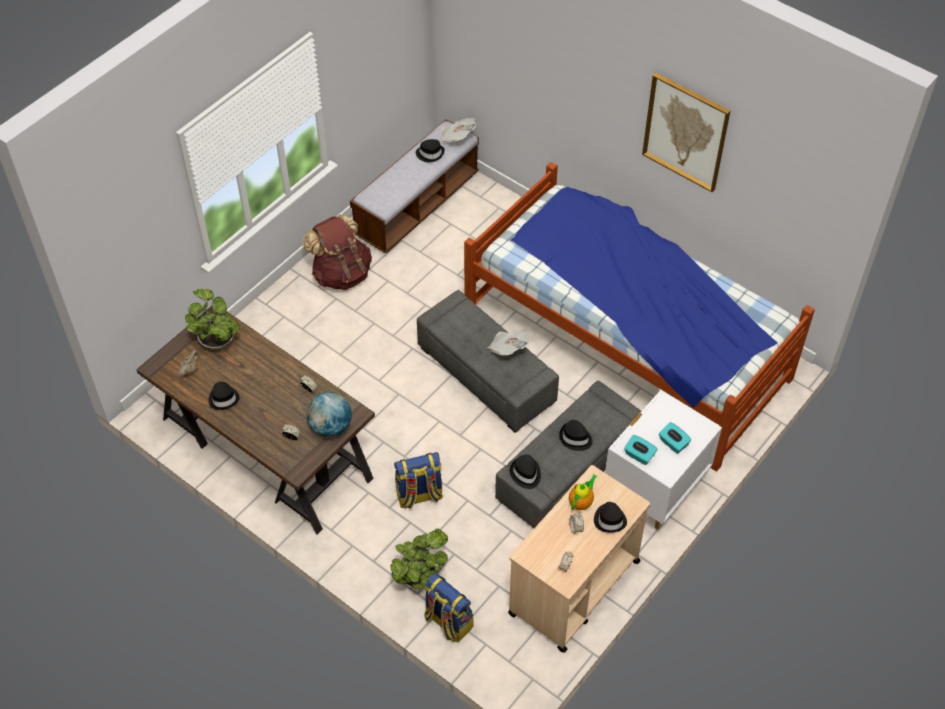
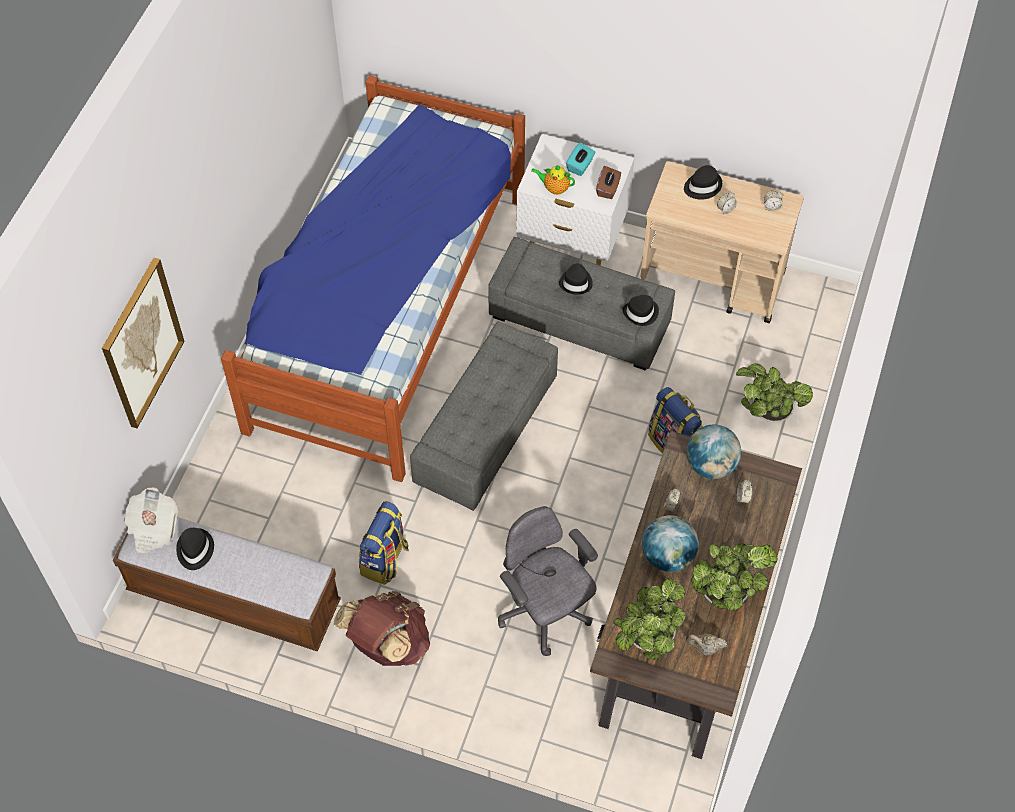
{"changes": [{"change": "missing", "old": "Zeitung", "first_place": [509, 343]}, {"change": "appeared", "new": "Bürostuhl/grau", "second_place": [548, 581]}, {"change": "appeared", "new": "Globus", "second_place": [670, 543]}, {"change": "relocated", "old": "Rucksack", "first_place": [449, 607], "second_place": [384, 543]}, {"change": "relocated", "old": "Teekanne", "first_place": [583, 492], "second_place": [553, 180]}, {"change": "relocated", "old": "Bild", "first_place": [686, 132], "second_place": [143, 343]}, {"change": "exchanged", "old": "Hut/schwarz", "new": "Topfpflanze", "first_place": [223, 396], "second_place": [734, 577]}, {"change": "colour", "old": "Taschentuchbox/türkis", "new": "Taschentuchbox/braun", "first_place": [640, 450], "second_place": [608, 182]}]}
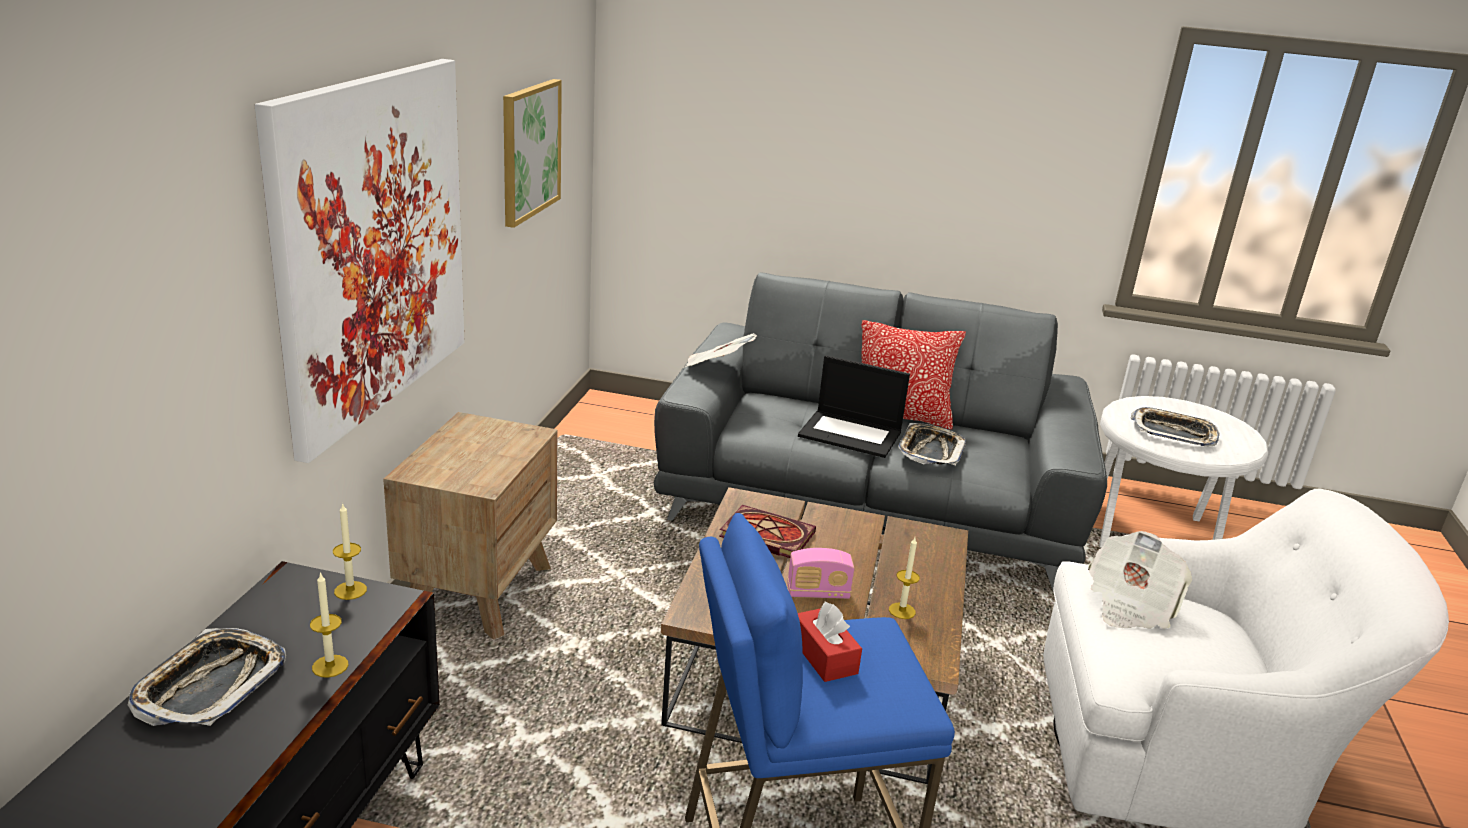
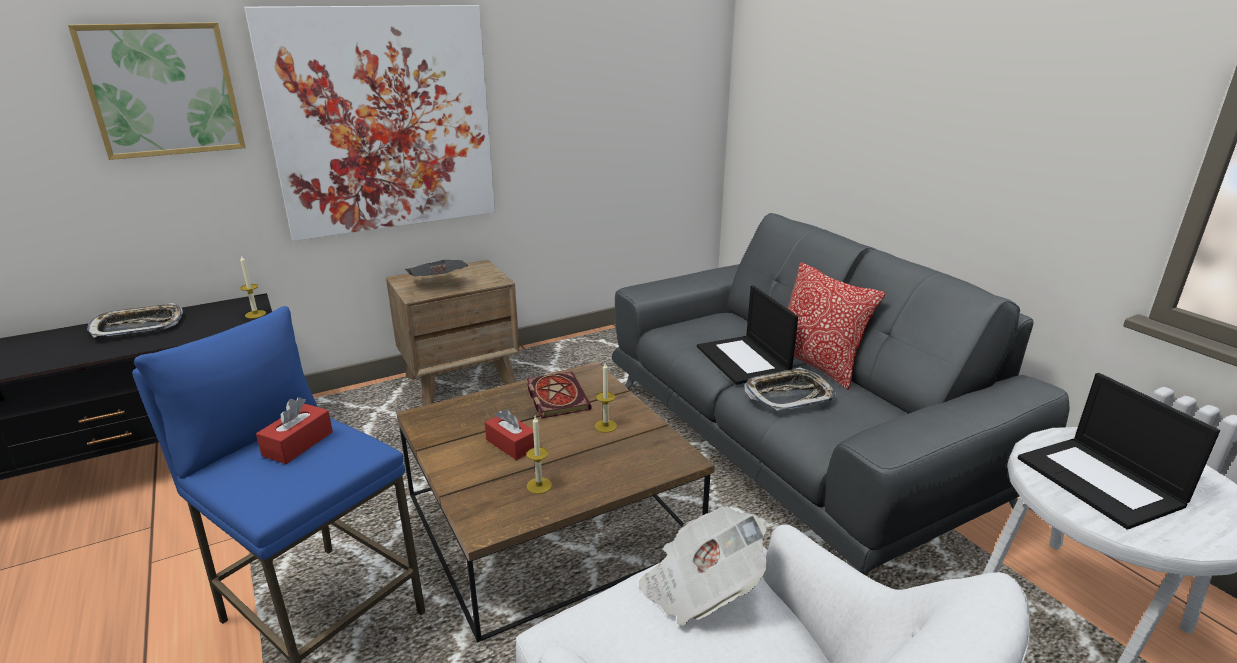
{"changes": [{"change": "relocated", "old": "Kerze", "first_place": [329, 625], "second_place": [606, 398]}, {"change": "relocated", "old": "Bild", "first_place": [532, 153], "second_place": [157, 91]}, {"change": "relocated", "old": "Zeitung", "first_place": [721, 350], "second_place": [436, 268]}, {"change": "exchanged", "old": "Radio", "new": "Taschentuchbox/rot", "first_place": [820, 573], "second_place": [509, 434]}, {"change": "exchanged", "old": "Tablett", "new": "Laptop", "first_place": [1174, 427], "second_place": [1119, 451]}]}
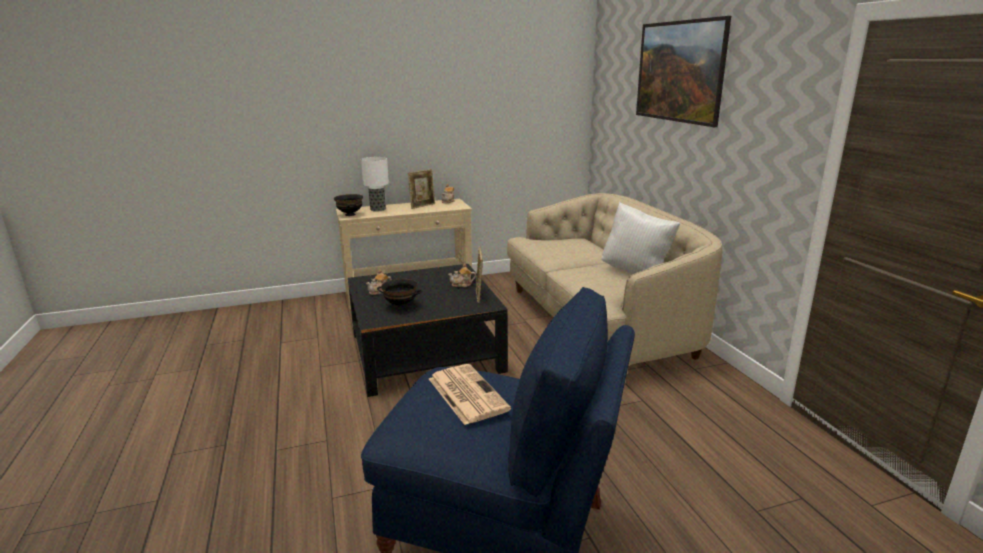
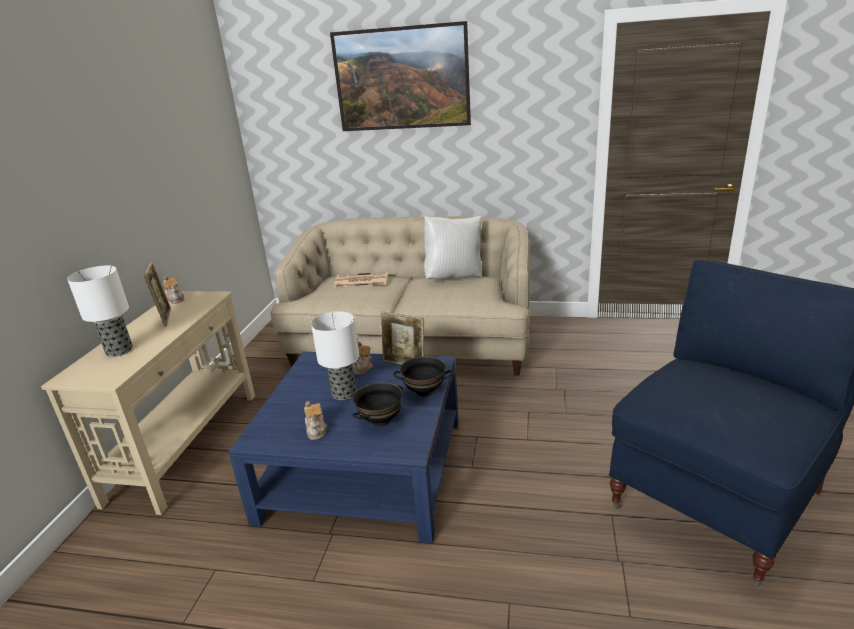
{"changes": [{"change": "appeared", "new": "Tischlampe", "second_place": [335, 355]}, {"change": "relocated", "old": "Schüssel/schwarz", "first_place": [348, 205], "second_place": [423, 376]}, {"change": "relocated", "old": "Zeitung", "first_place": [470, 394], "second_place": [361, 280]}, {"change": "colour", "old": "Couchtisch/schwarz", "new": "Couchtisch/blau", "first_place": [428, 330], "second_place": [343, 447]}]}
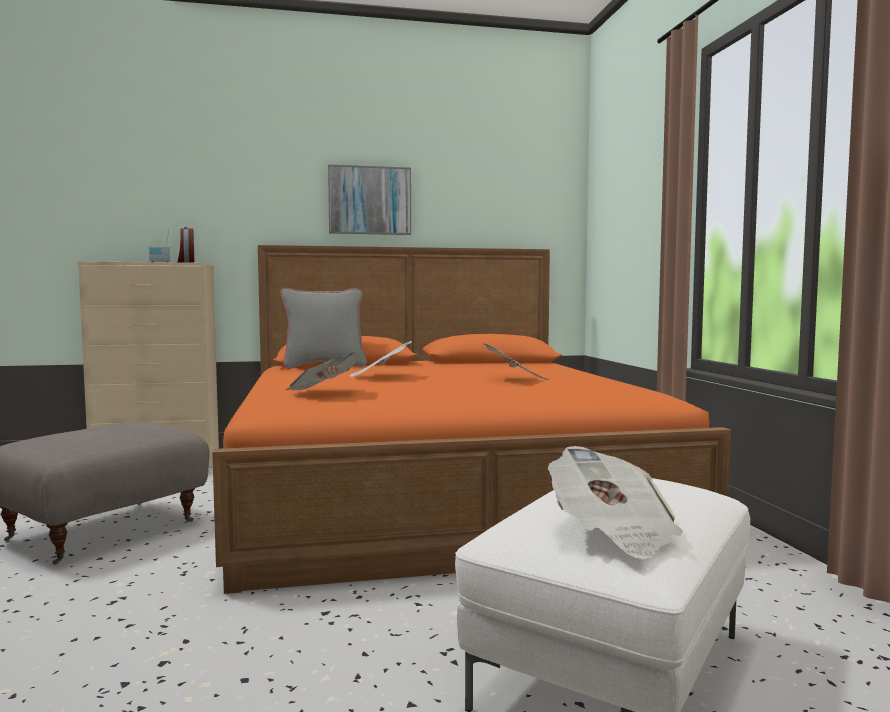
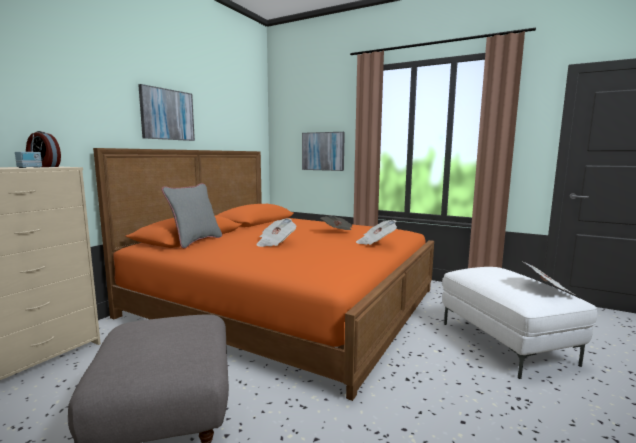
{"changes": [{"change": "appeared", "new": "Bild", "second_place": [323, 151]}, {"change": "relocated", "old": "Zeitung", "first_place": [323, 371], "second_place": [376, 232]}]}
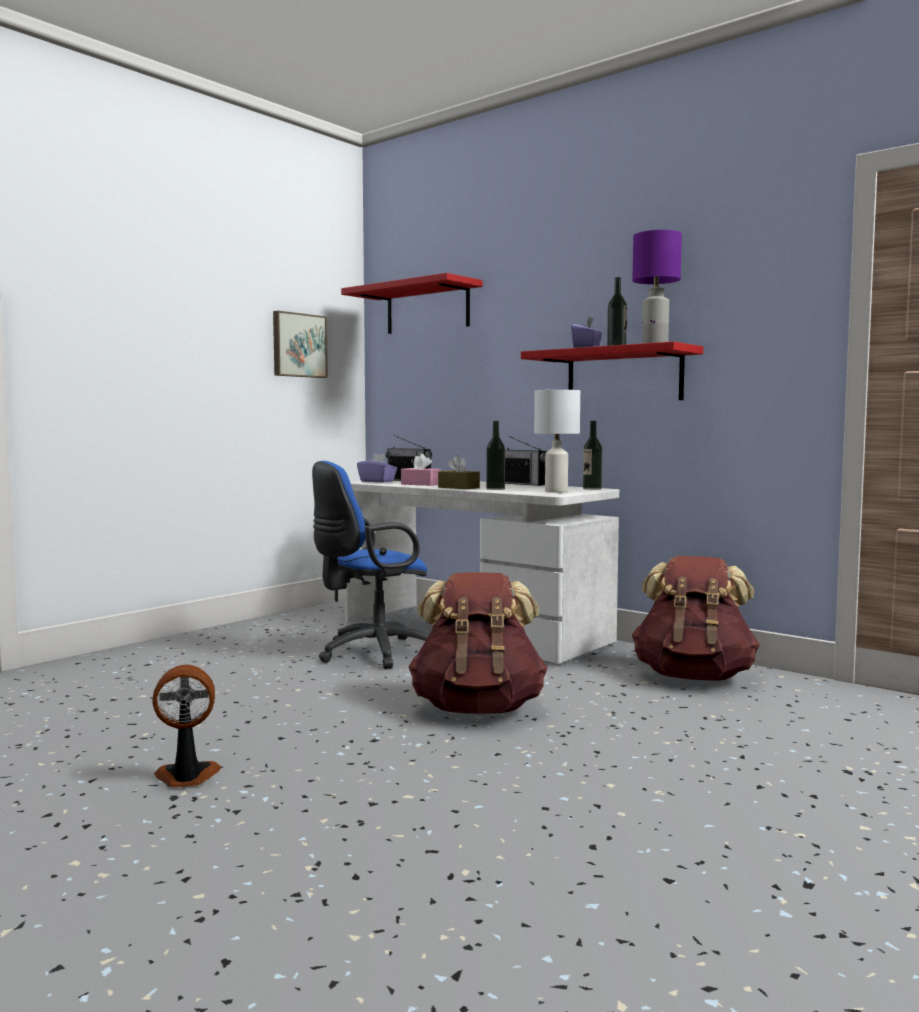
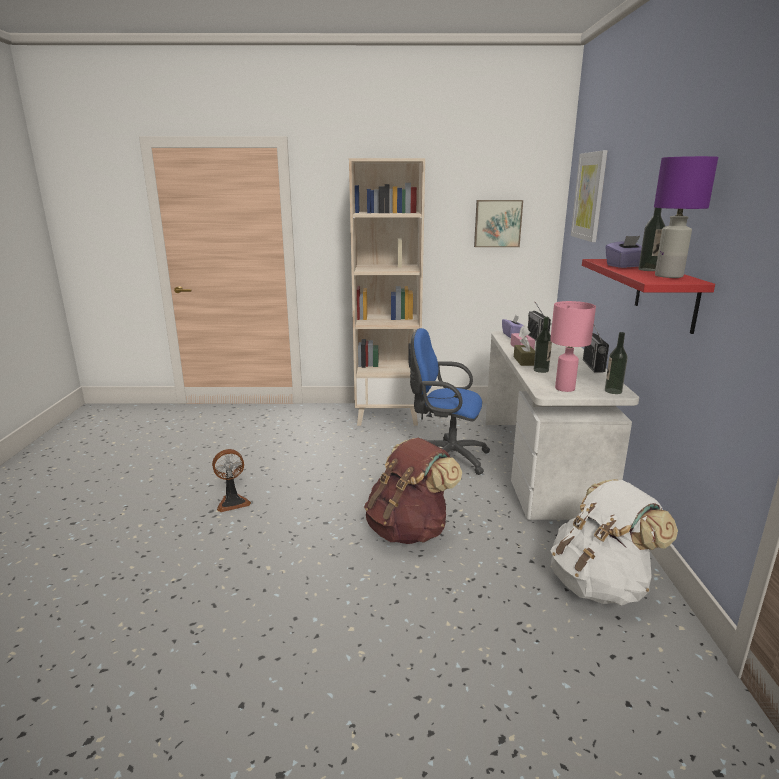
{"changes": [{"change": "appeared", "new": "Bücherregal/beige", "second_place": [387, 292]}, {"change": "exchanged", "old": "Wandregal/rot", "new": "Bild", "first_place": [411, 303], "second_place": [589, 196]}, {"change": "colour", "old": "Tischlampe/weiß", "new": "Tischlampe/rosa", "first_place": [557, 441], "second_place": [573, 346]}, {"change": "colour", "old": "Rucksack/braun", "new": "Rucksack/weiß", "first_place": [696, 618], "second_place": [614, 542]}, {"change": "spun", "old": "Ventilator", "first_place": [186, 726], "second_place": [231, 480], "degrees": 120}]}
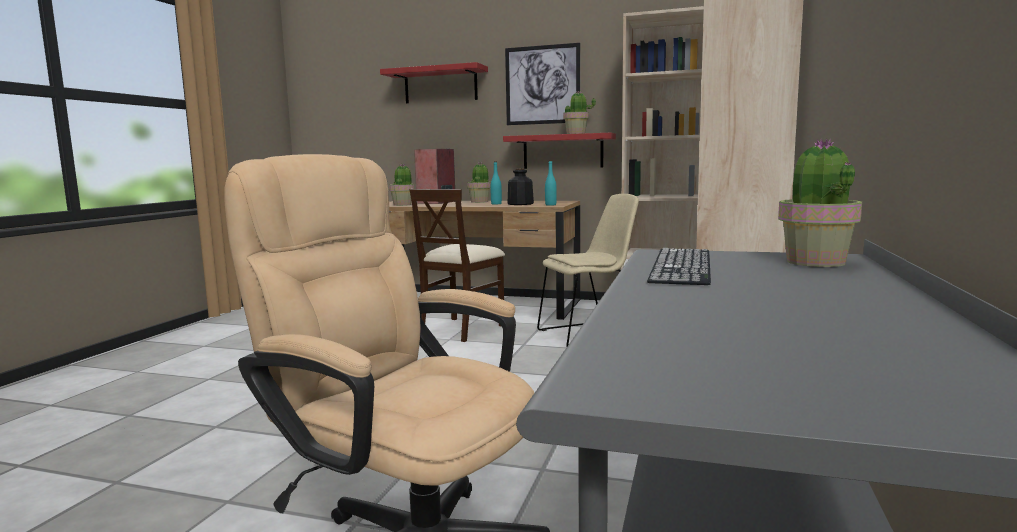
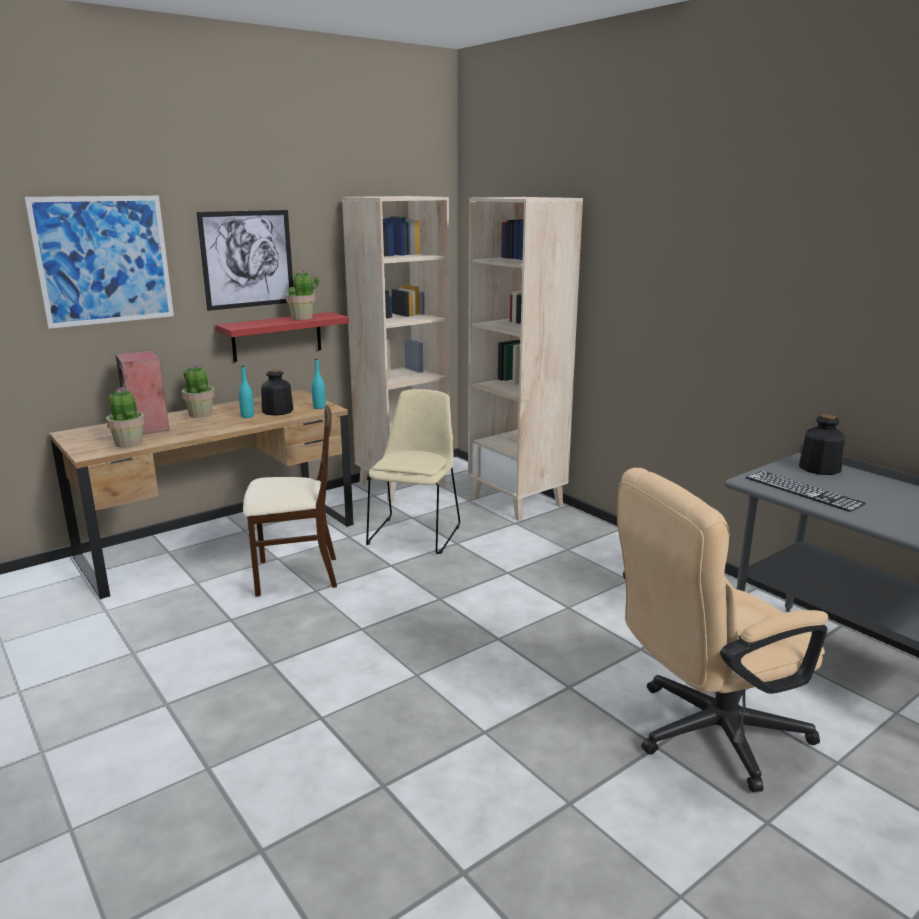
{"changes": [{"change": "exchanged", "old": "Wandregal/rot", "new": "Bild", "first_place": [434, 83], "second_place": [99, 262]}, {"change": "exchanged", "old": "Topfpflanze", "new": "Flasche", "first_place": [820, 203], "second_place": [822, 444]}, {"change": "spun", "old": "Stuhl/beige", "first_place": [457, 265], "second_place": [290, 501], "degrees": -75}]}
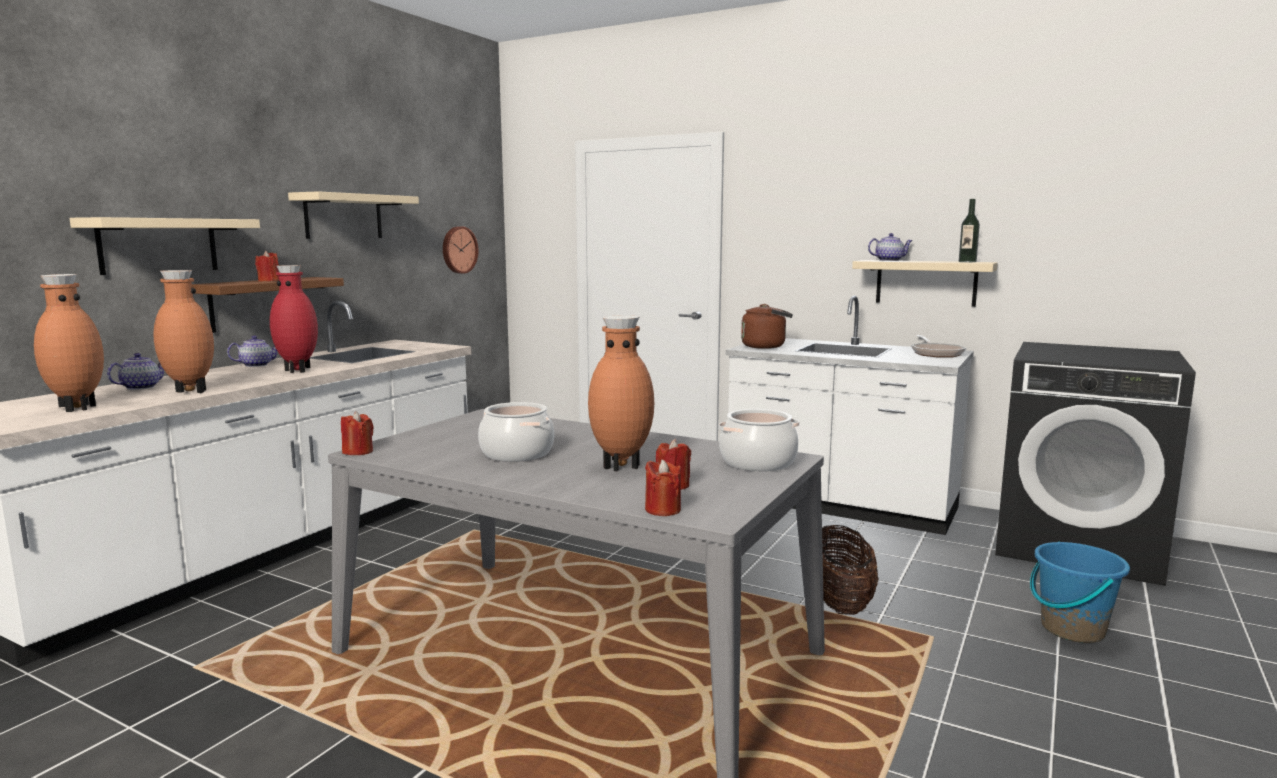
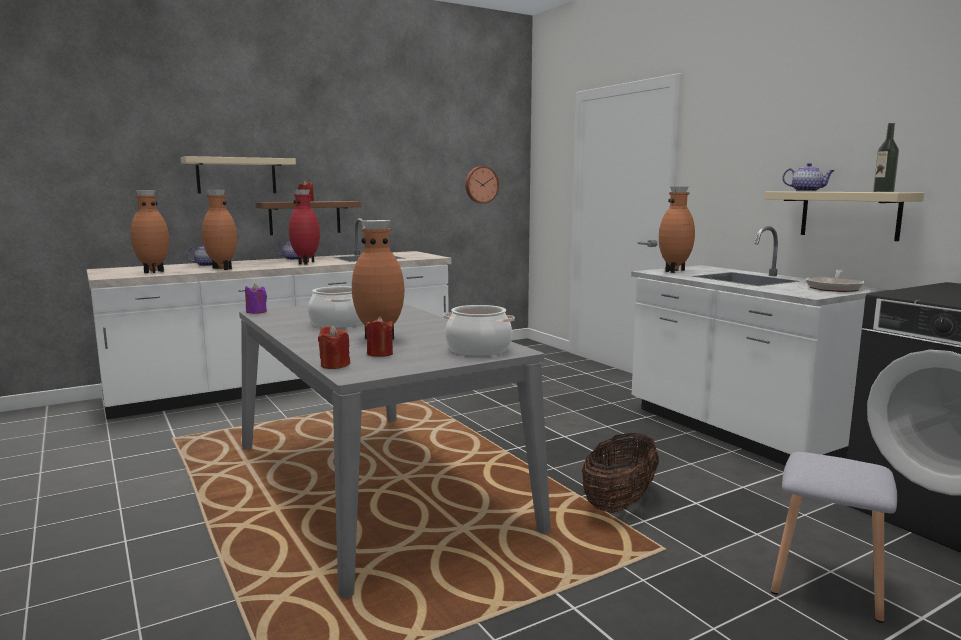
{"changes": [{"change": "missing", "old": "Wandregal/beige", "first_place": [353, 215]}, {"change": "exchanged", "old": "Wasserkessel/braun", "new": "Vase/braun", "first_place": [767, 326], "second_place": [677, 230]}, {"change": "exchanged", "old": "Eimer/blau", "new": "Hocker/grau", "first_place": [1080, 592], "second_place": [834, 537]}, {"change": "colour", "old": "Kerze/rot", "new": "Kerze/lila", "first_place": [357, 433], "second_place": [256, 298]}]}
